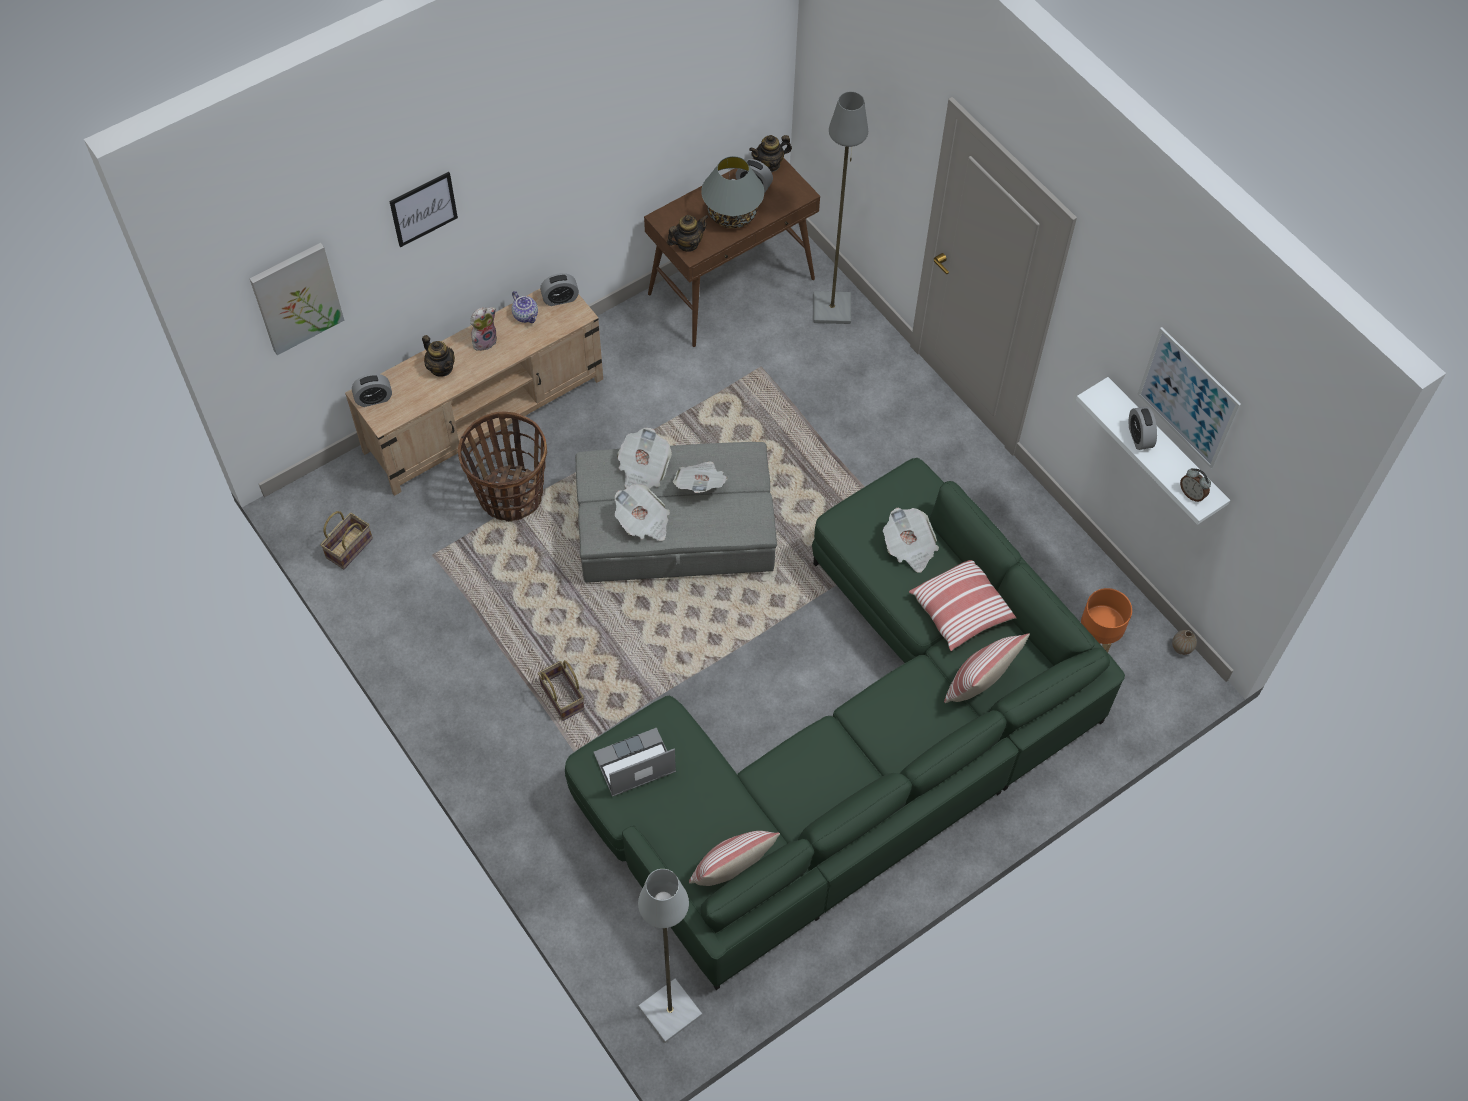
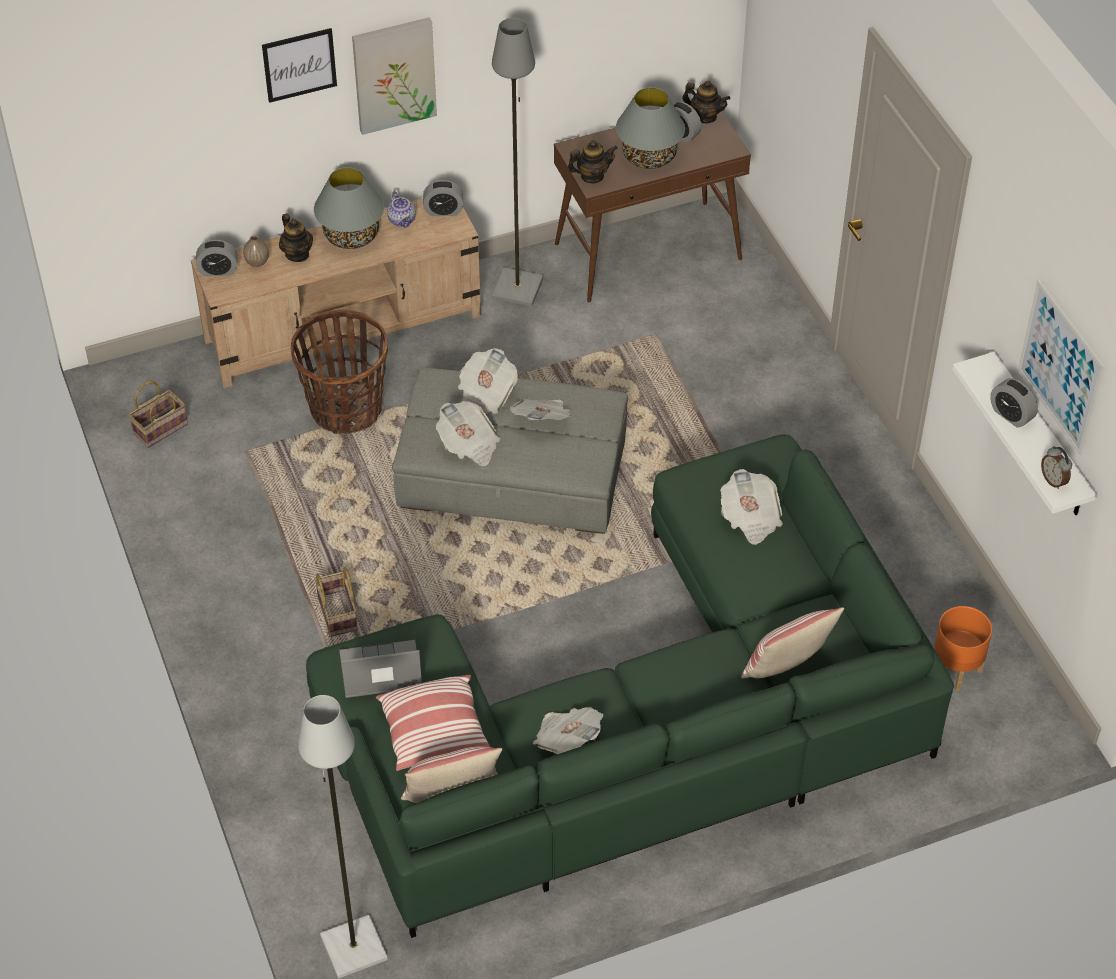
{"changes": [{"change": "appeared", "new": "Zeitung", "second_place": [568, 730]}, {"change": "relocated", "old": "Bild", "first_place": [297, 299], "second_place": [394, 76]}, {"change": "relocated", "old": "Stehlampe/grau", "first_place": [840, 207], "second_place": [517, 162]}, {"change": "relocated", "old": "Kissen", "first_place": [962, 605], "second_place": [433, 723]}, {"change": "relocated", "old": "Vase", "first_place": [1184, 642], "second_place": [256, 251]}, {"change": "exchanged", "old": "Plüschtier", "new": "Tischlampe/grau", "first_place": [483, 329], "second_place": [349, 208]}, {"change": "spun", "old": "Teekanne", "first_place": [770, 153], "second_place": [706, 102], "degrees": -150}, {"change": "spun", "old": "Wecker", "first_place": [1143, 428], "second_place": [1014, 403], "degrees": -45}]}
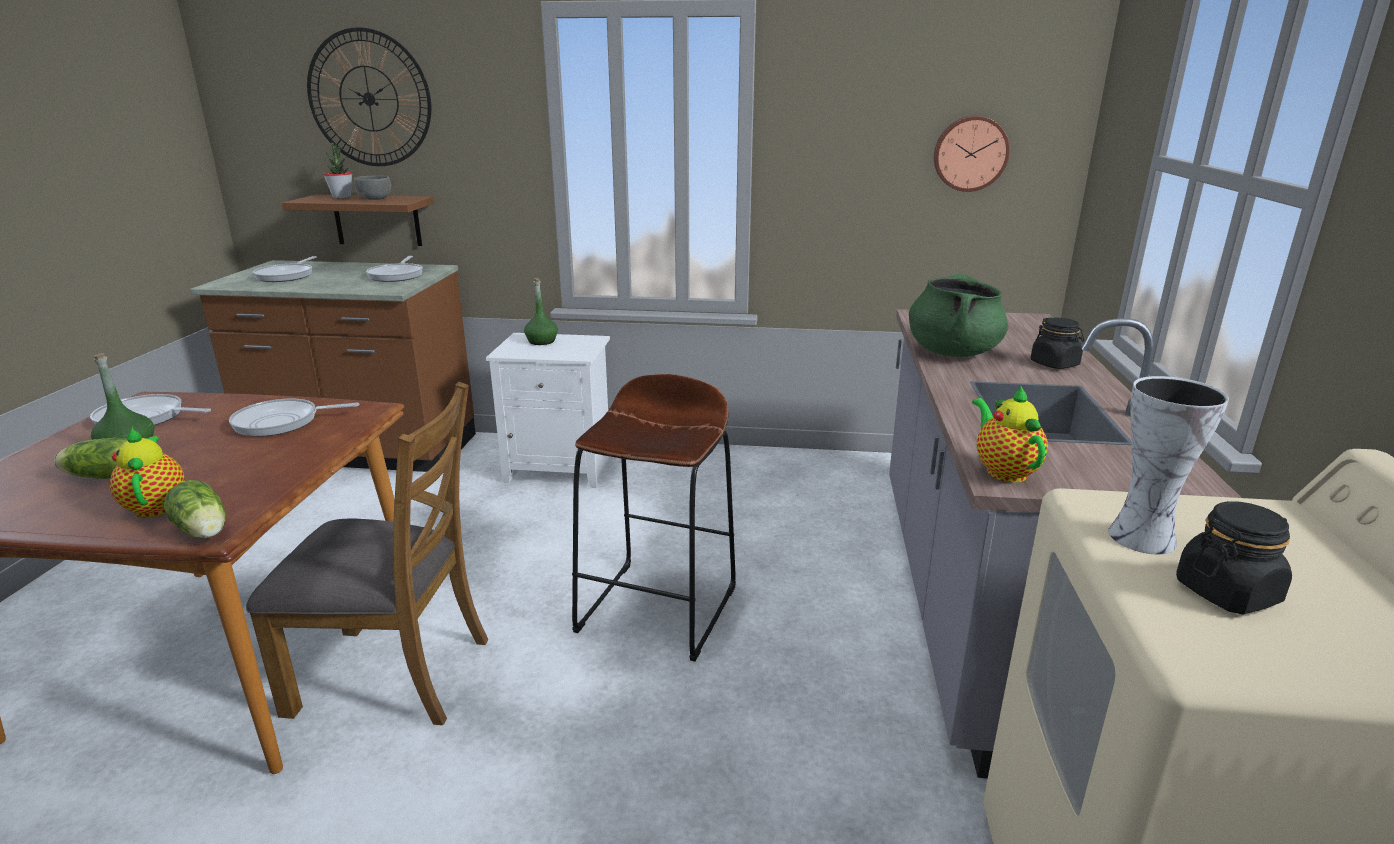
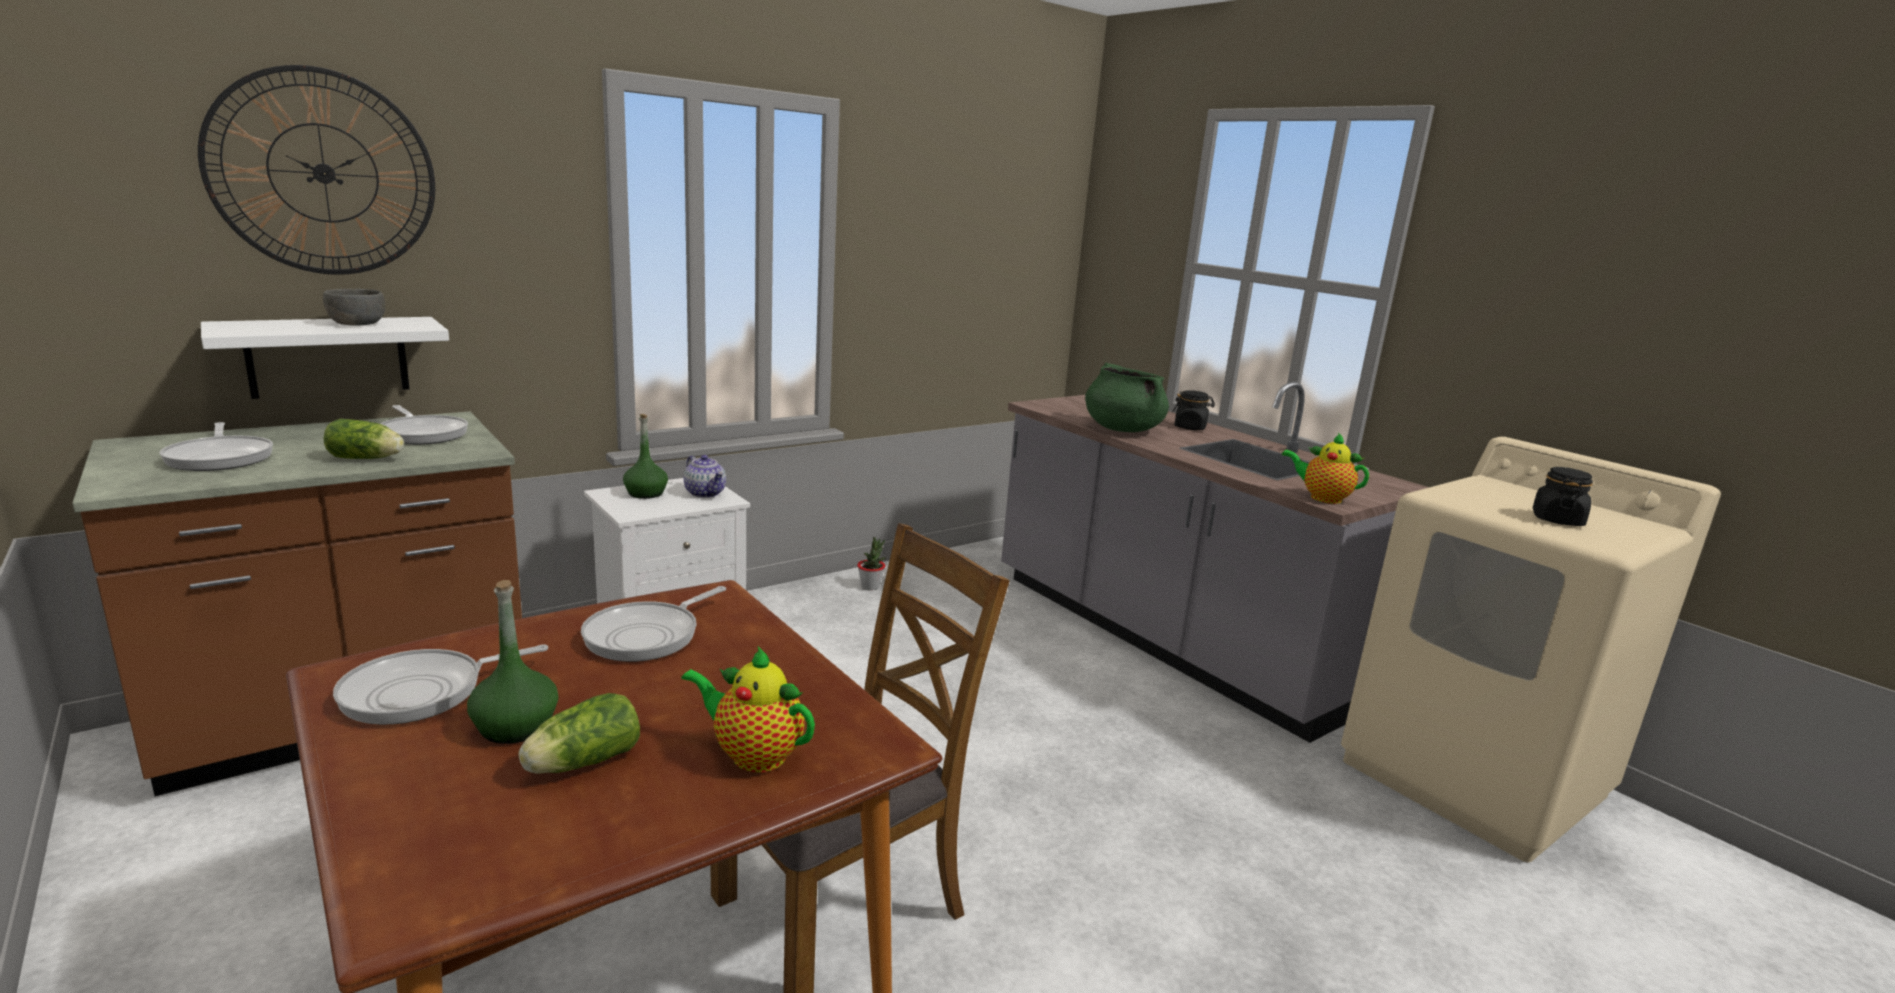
{"changes": [{"change": "missing", "old": "Hocker/braun", "first_place": [654, 518]}, {"change": "missing", "old": "Wanduhr", "first_place": [972, 154]}, {"change": "missing", "old": "Vase", "first_place": [1168, 465]}, {"change": "appeared", "new": "Teekanne", "second_place": [704, 476]}, {"change": "relocated", "old": "Salatkopf", "first_place": [194, 509], "second_place": [364, 439]}, {"change": "relocated", "old": "Topfpflanze", "first_place": [337, 170], "second_place": [871, 564]}, {"change": "colour", "old": "Wandregal/braun", "new": "Wandregal/weiß", "first_place": [358, 220], "second_place": [325, 358]}]}
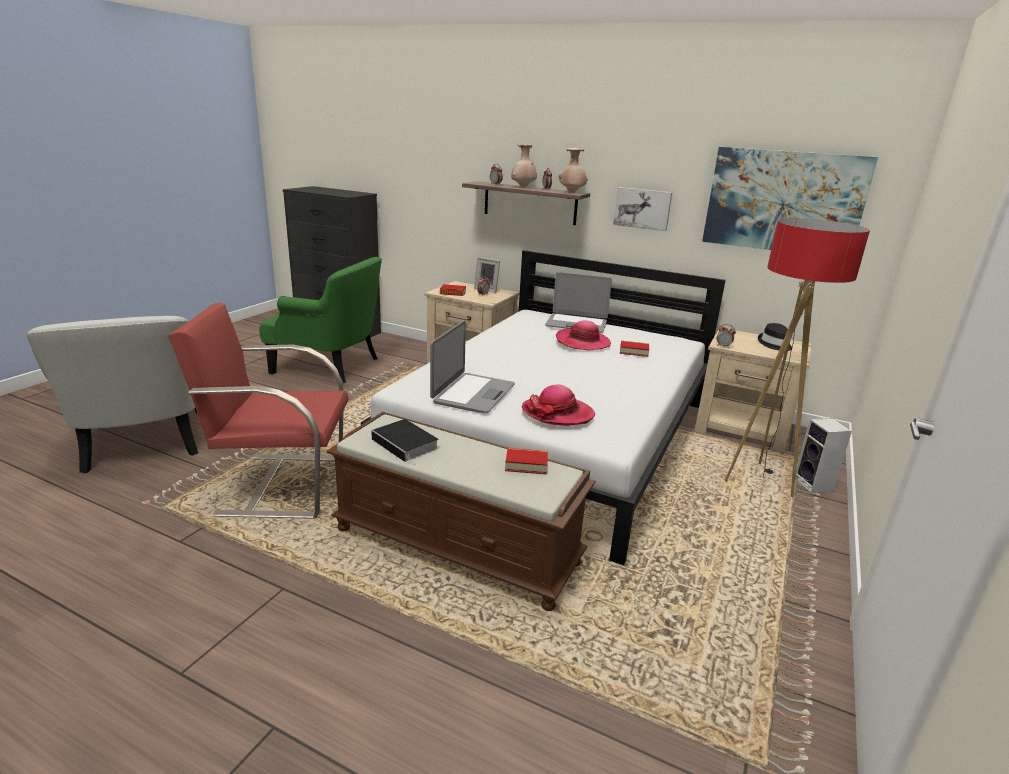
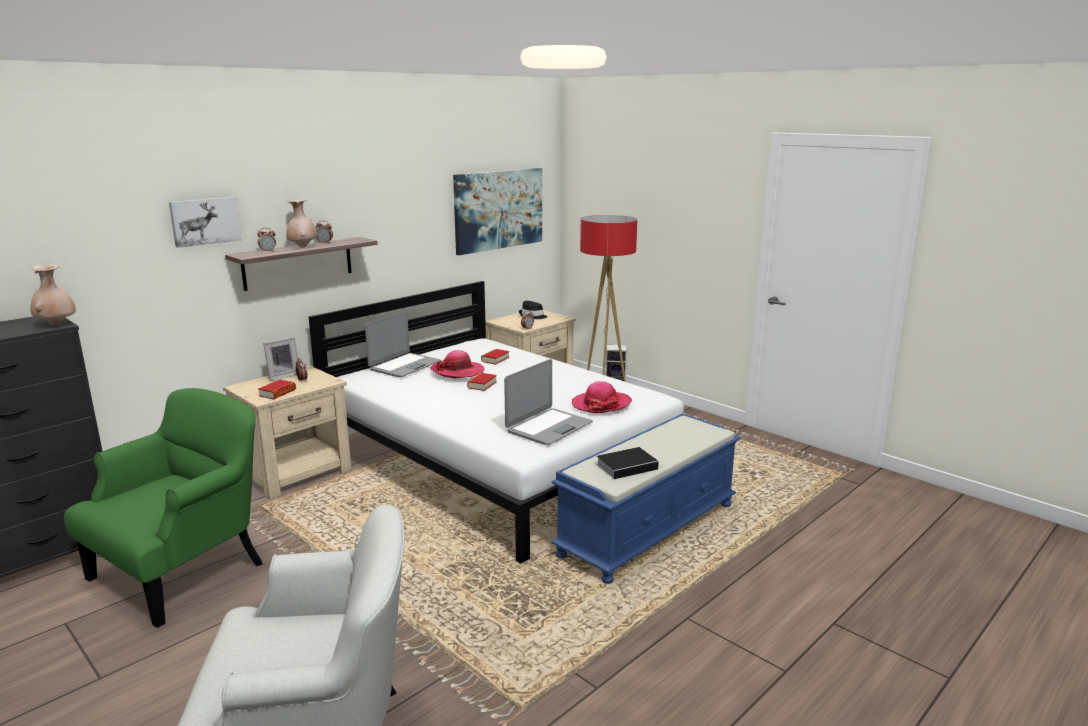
{"changes": [{"change": "missing", "old": "Sessel/rot", "first_place": [258, 410]}, {"change": "relocated", "old": "Buch", "first_place": [526, 461], "second_place": [482, 382]}, {"change": "relocated", "old": "Vase/beige", "first_place": [573, 170], "second_place": [53, 294]}, {"change": "relocated", "old": "Bild", "first_place": [642, 209], "second_place": [205, 222]}, {"change": "colour", "old": "Bank/braun", "new": "Bank/blau", "first_place": [461, 511], "second_place": [646, 498]}, {"change": "spun", "old": "Laptop", "first_place": [472, 367], "second_place": [548, 402], "degrees": 90}]}
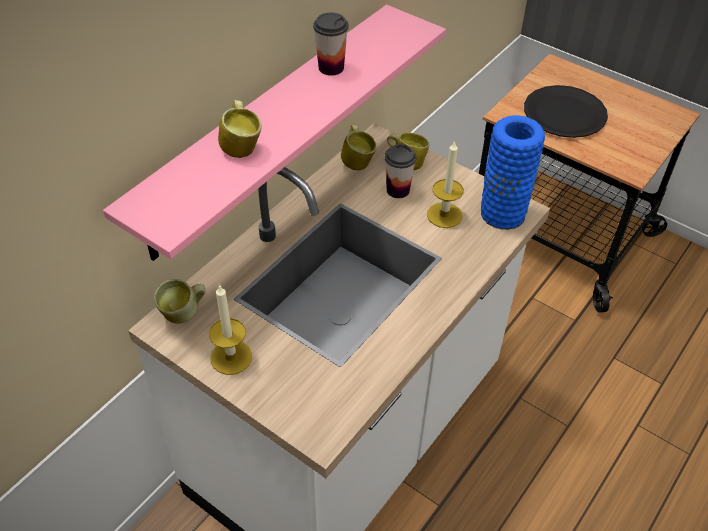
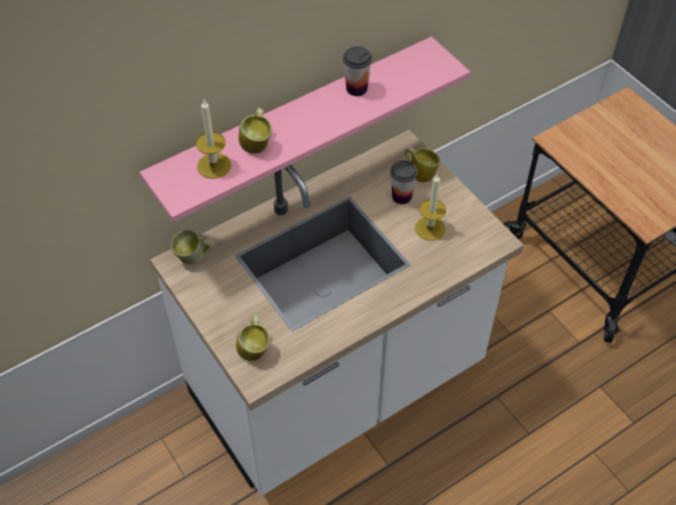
{"changes": [{"change": "missing", "old": "Vase/blau", "first_place": [513, 173]}, {"change": "missing", "old": "Teller/schwarz", "first_place": [566, 111]}, {"change": "relocated", "old": "Kerze", "first_place": [230, 329], "second_place": [213, 139]}, {"change": "relocated", "old": "Henkelbecher", "first_place": [359, 147], "second_place": [253, 338]}]}
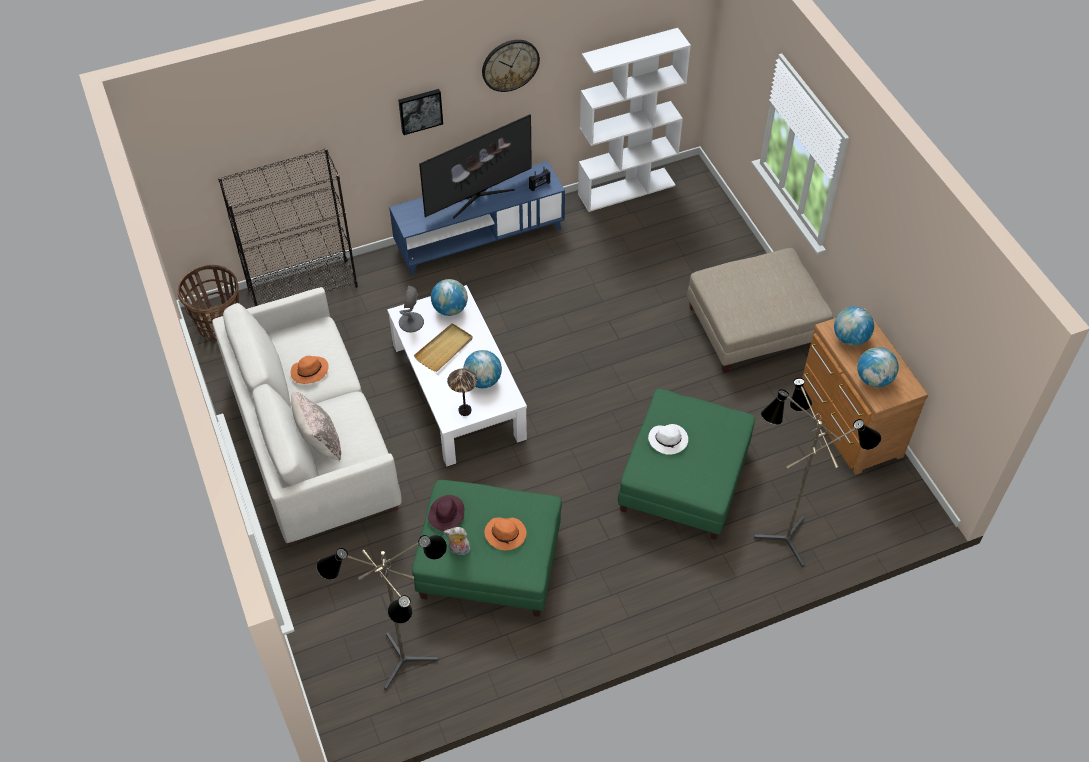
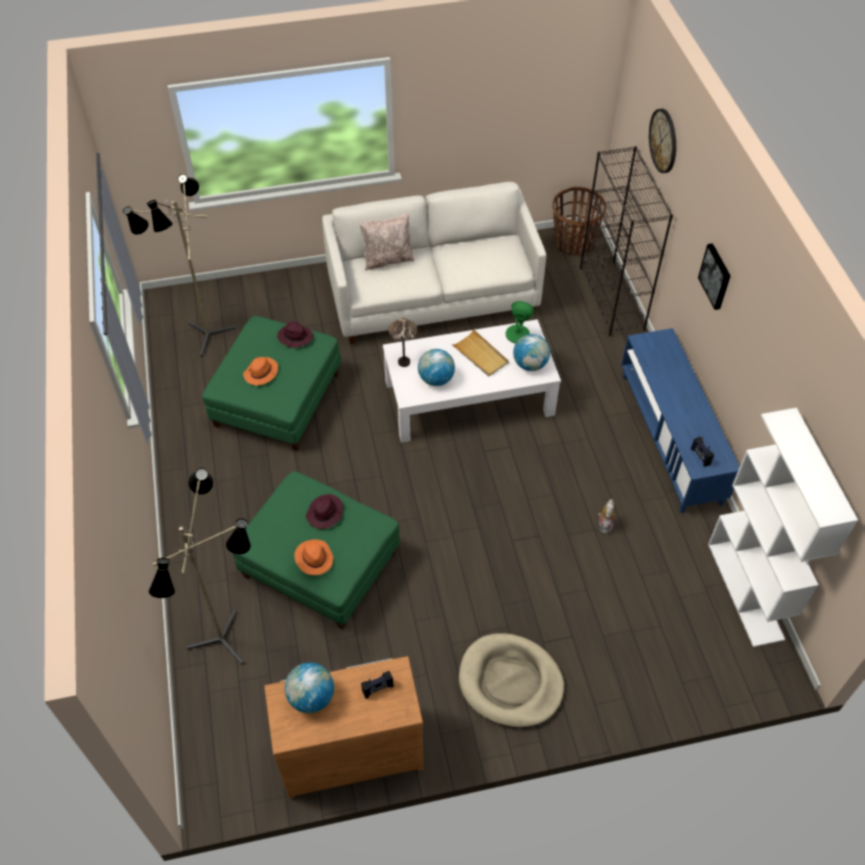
{"changes": [{"change": "missing", "old": "Fernseher", "first_place": [475, 166]}, {"change": "relocated", "old": "Hut/orange", "first_place": [310, 370], "second_place": [313, 557]}, {"change": "relocated", "old": "Plüschtier", "first_place": [457, 541], "second_place": [606, 516]}, {"change": "relocated", "old": "Wanduhr", "first_place": [511, 66], "second_place": [662, 141]}, {"change": "exchanged", "old": "Polsterhocker/beige", "new": "Hundebett/beige", "first_place": [760, 310], "second_place": [511, 680]}, {"change": "exchanged", "old": "Globus", "new": "Radio", "first_place": [854, 326], "second_place": [377, 685]}, {"change": "colour", "old": "Tischlampe/grau", "new": "Tischlampe/grün", "first_place": [411, 309], "second_place": [520, 322]}, {"change": "colour", "old": "Hut/weiß", "new": "Hut/lila", "first_place": [668, 439], "second_place": [324, 511]}]}
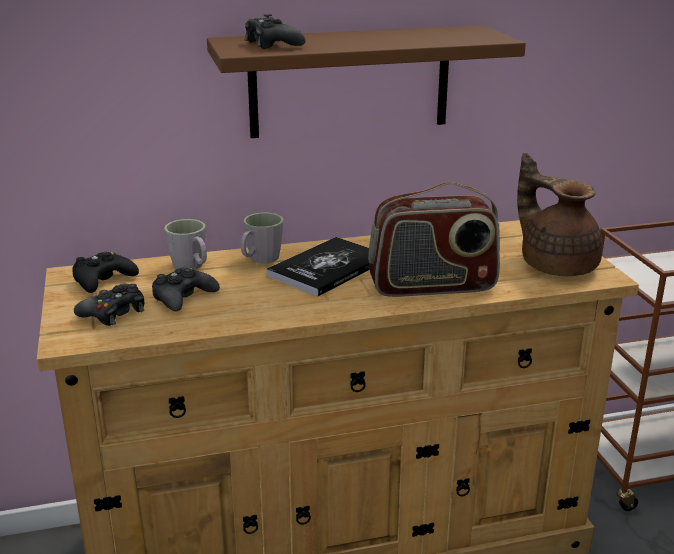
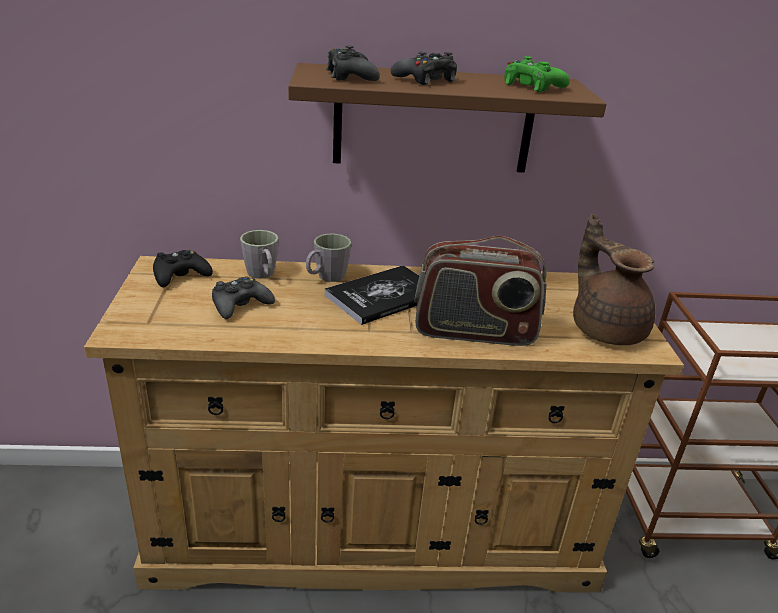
{"changes": [{"change": "appeared", "new": "Gamepad/grün", "second_place": [537, 74]}, {"change": "relocated", "old": "Gamepad/schwarz", "first_place": [109, 305], "second_place": [424, 68]}]}
